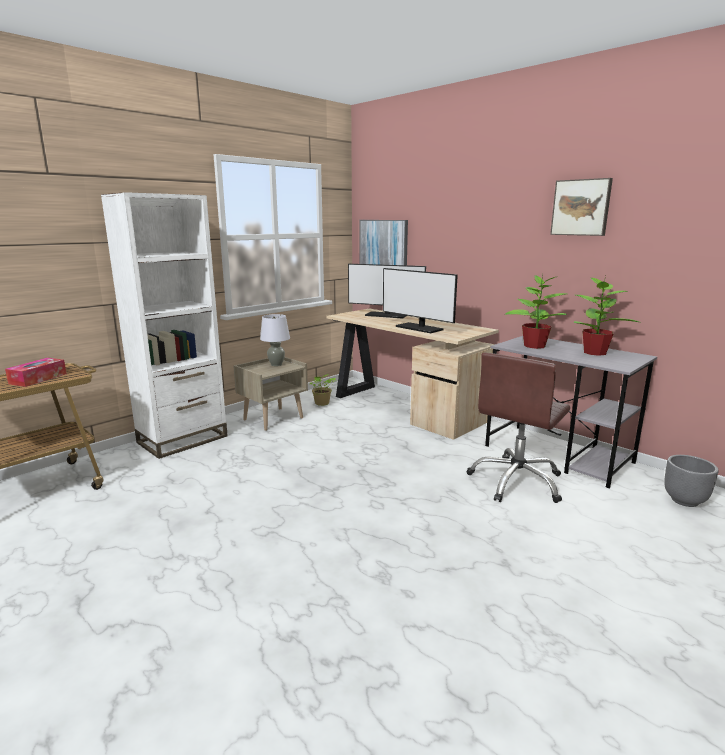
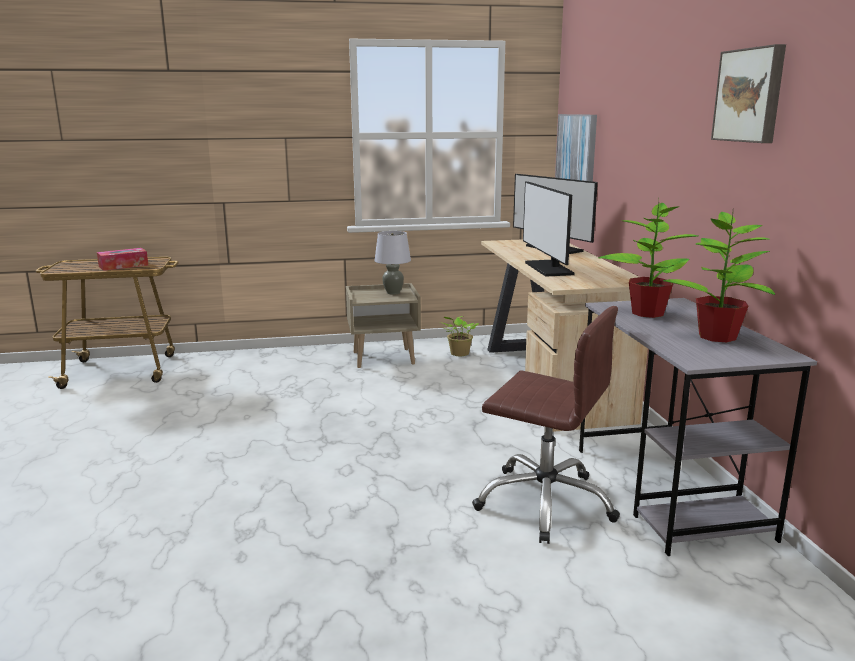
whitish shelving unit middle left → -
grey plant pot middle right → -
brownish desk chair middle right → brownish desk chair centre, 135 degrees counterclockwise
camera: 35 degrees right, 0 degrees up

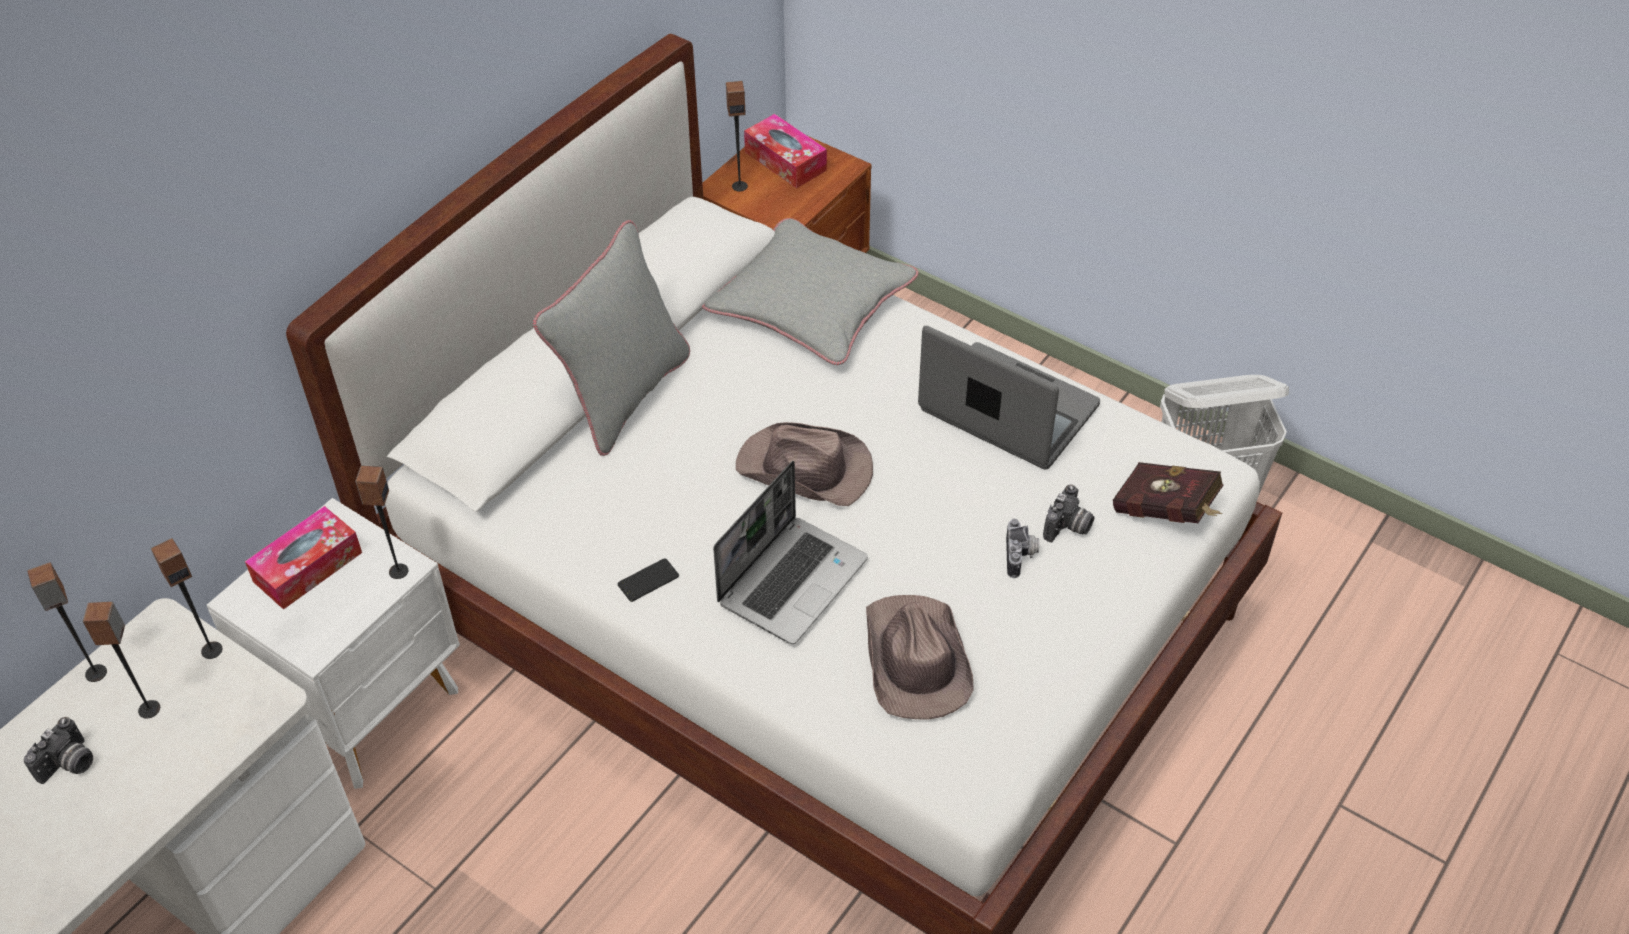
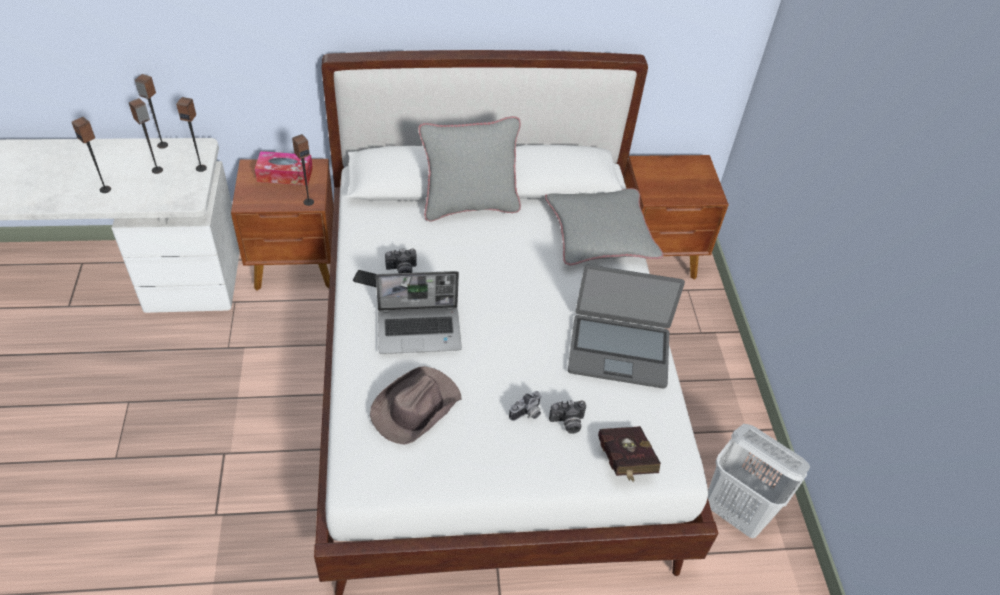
brownish clothing hat (1st from left) centre → -
tissue holder (2nd from left) top centre → -
still camera (1st from left) bottom left → still camera (1st from left) centre, moved
speaker (5th from left in the first image) top centre → speaker (1st from left) top left, moved
whitish night table bottom left → brownish night table (1st from left) middle left
laptop (2nd from left) centre, 105 degrees clockwise
camera: 45 degrees right, 0 degrees up

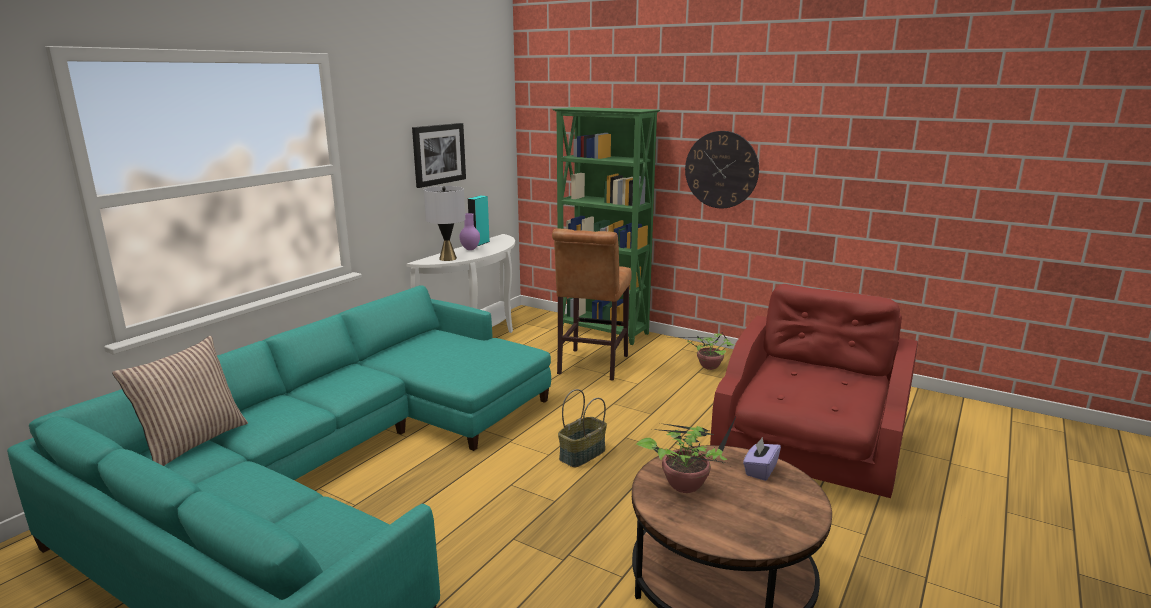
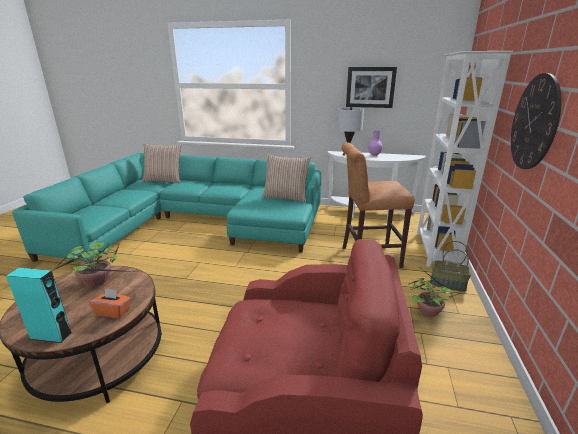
- → cushion (2nd from left) centre
blue-green speaker centre → blue-green speaker bottom left, moved
basket bottom centre → basket middle right, moved
green shelving unit centre → whitish shelving unit middle right
purplish tissue holder bottom centre → orange tissue holder bottom left
camera: 70 degrees right, 5 degrees up

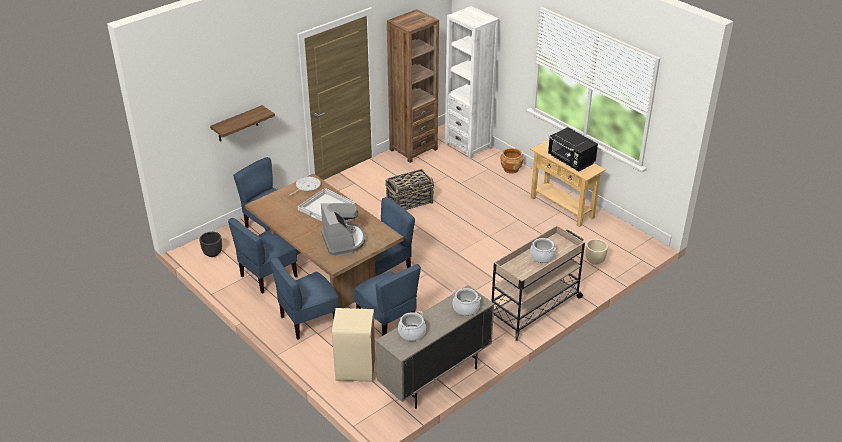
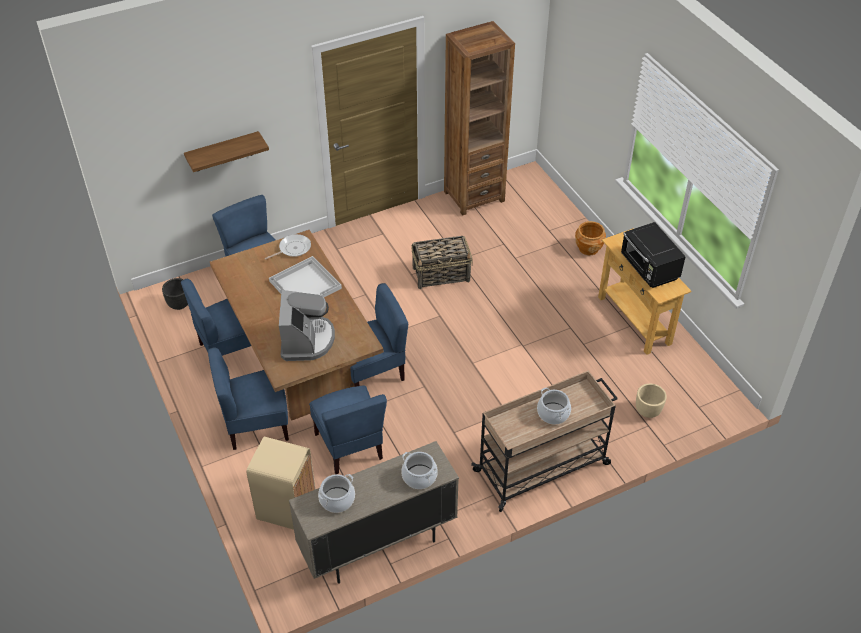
whitish shelving unit top centre → -
camera: 15 degrees right, 10 degrees up

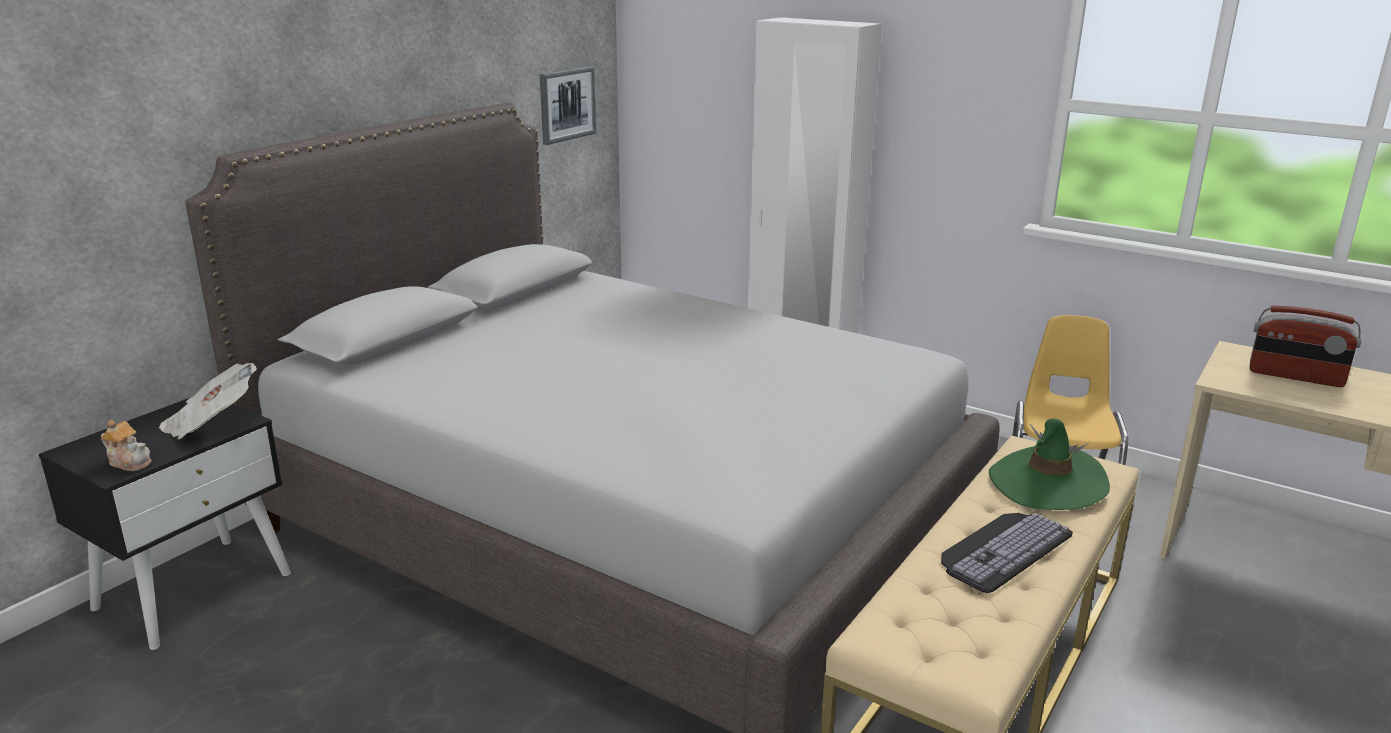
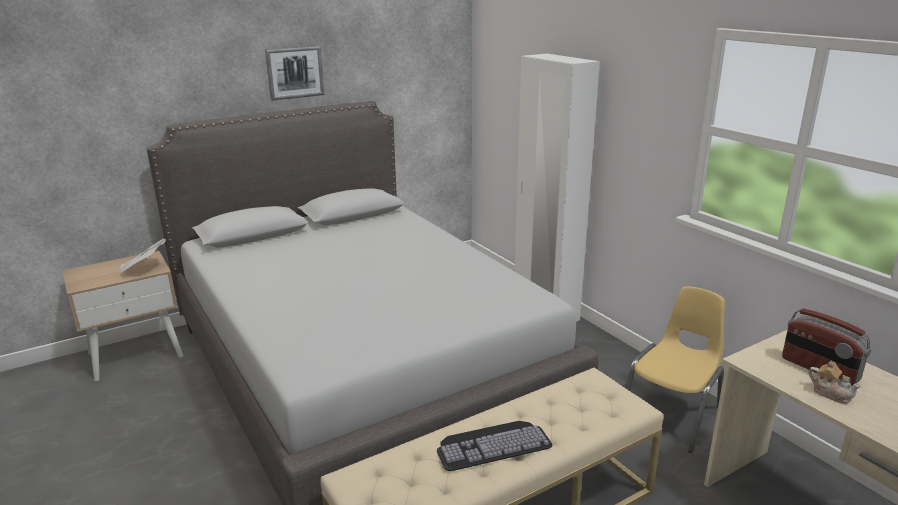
green clothing hat middle right → -
tea pot middle left → tea pot bottom right, moved
wall picture top centre → wall picture top left, moved
blackish night table bottom left → sand-coloured night table middle left
camera: 25 degrees right, 0 degrees up

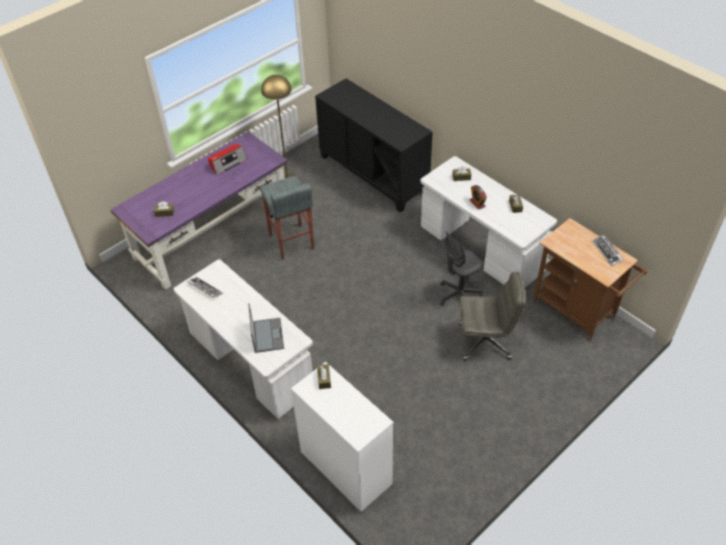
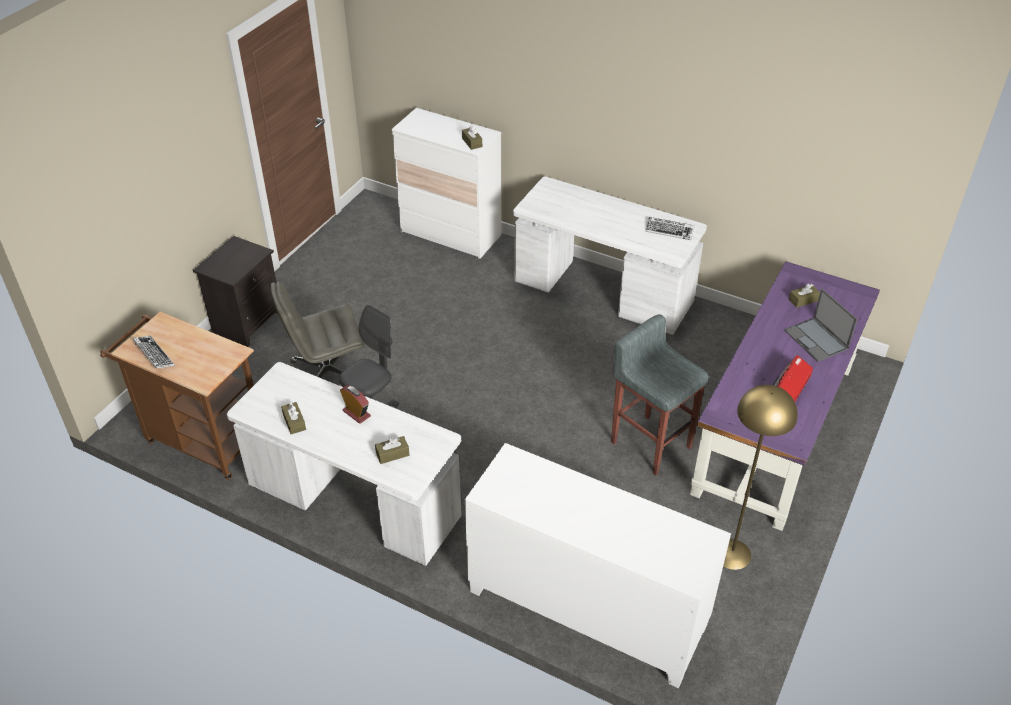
- → blackish night table middle left
laptop centre → laptop middle right, moved
blackish cabinet top centre → whitish cabinet bottom centre
camera: 160 degrees right, 5 degrees down

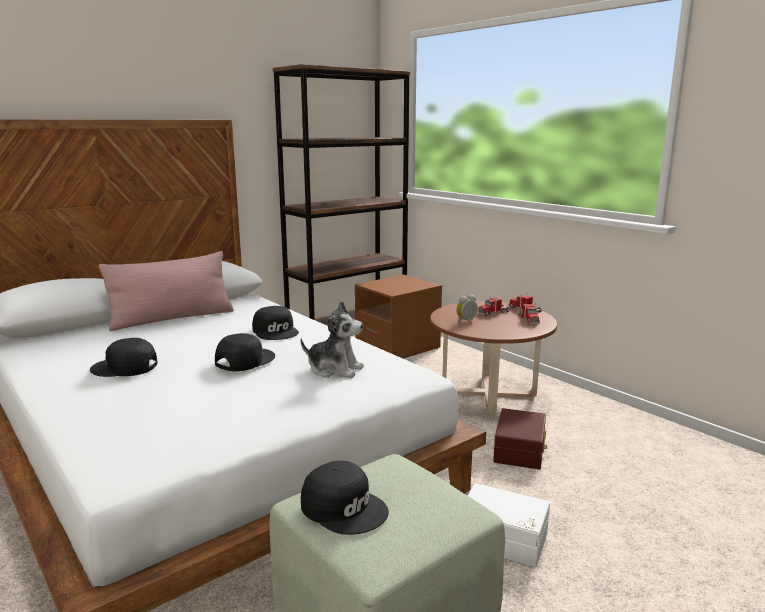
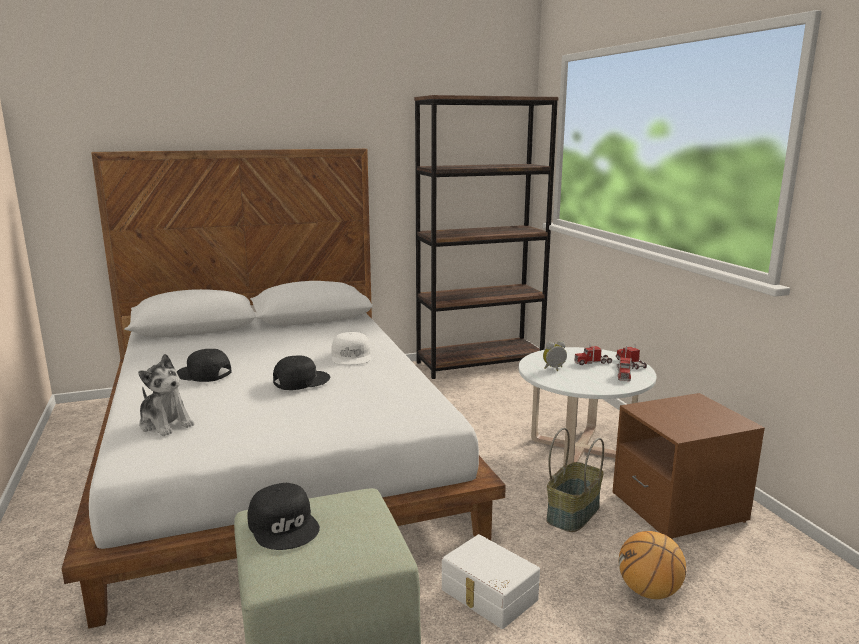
pinkish cushion middle left → -
- → ball for basketball bottom right
soft toy centre → soft toy middle left, moved
brownish night table centre → brownish night table bottom right, moved
brownish storage box bottom right → basket bottom right
blackish cap (3rd from left) centre → whitish cap centre
brownish coffee table centre → whitish coffee table middle right
camera: 20 degrees right, 0 degrees up

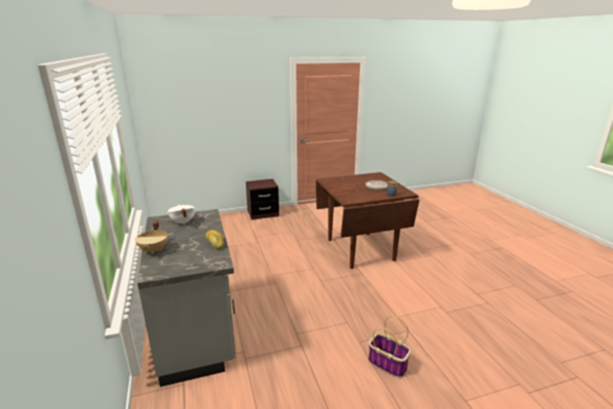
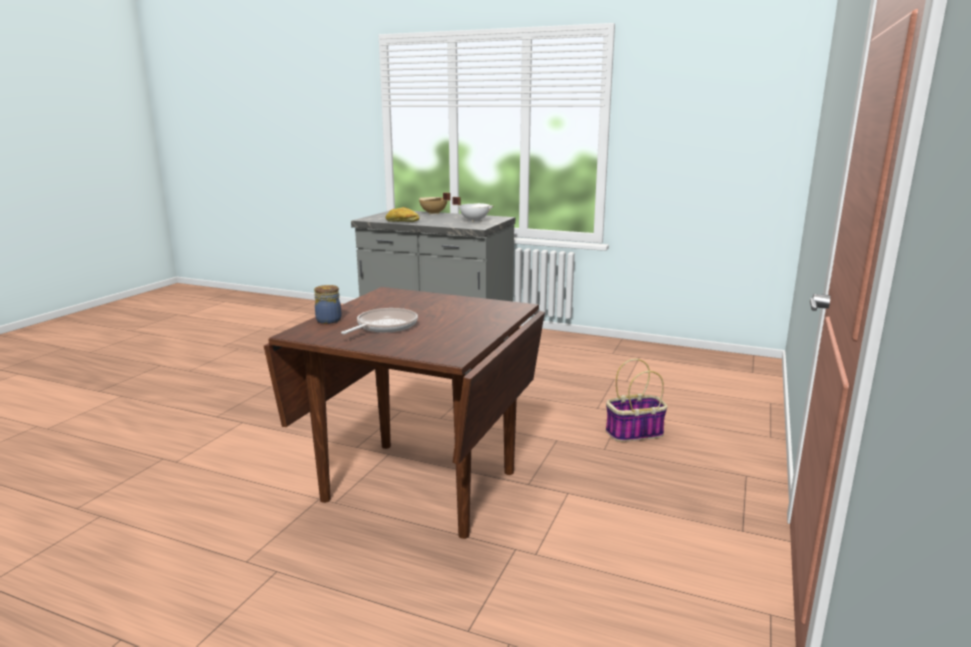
brownish night table centre → -
basket bottom centre → basket centre, moved
camera: 130 degrees right, 5 degrees down

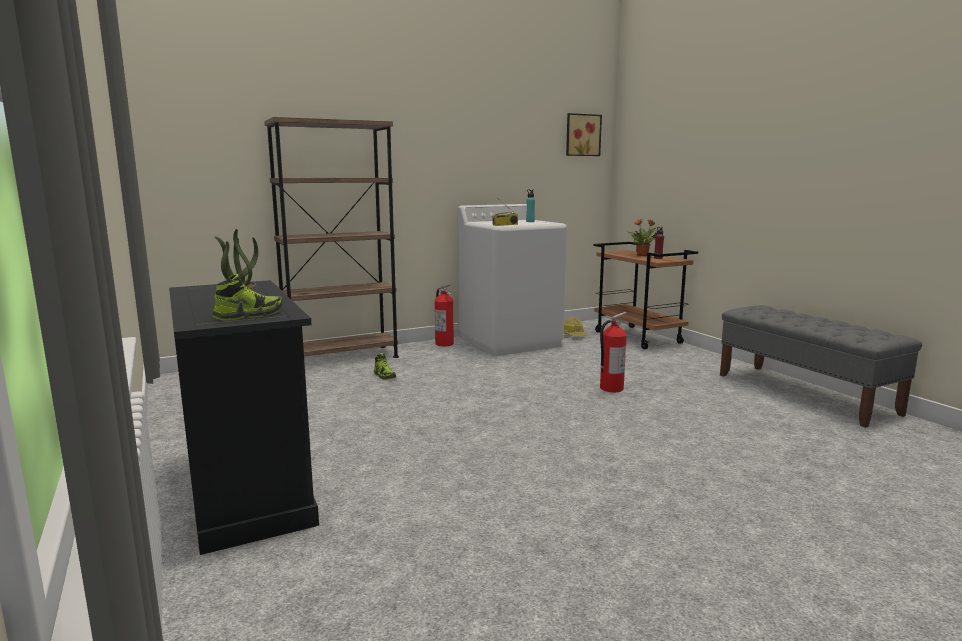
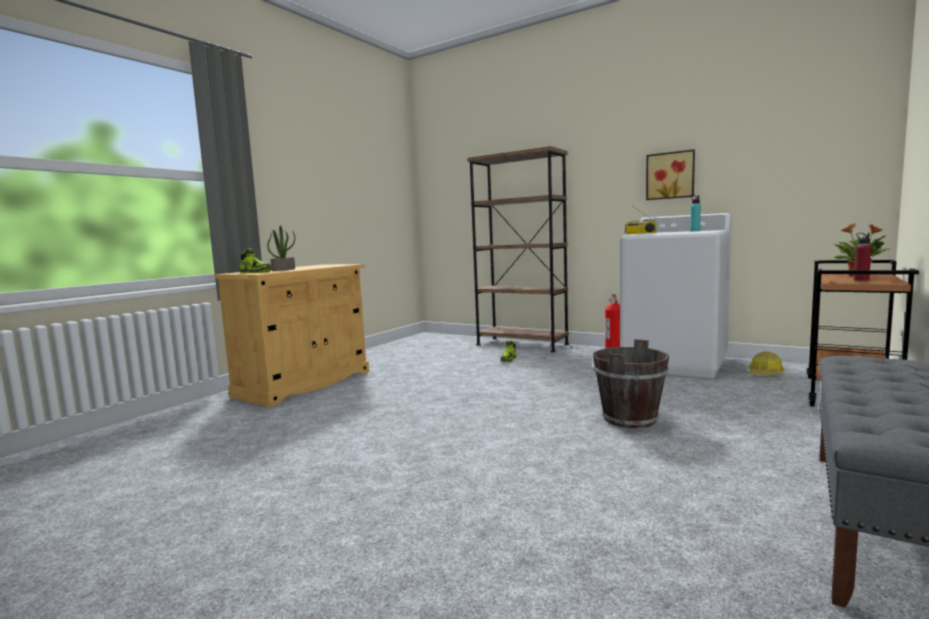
wall picture top centre → wall picture top right, moved
fire-fighting cylinder (2nd from left) centre → brownish water bucket middle right
blackish cabinet middle left → sand-coloured cabinet middle left
camera: 60 degrees right, 5 degrees down

